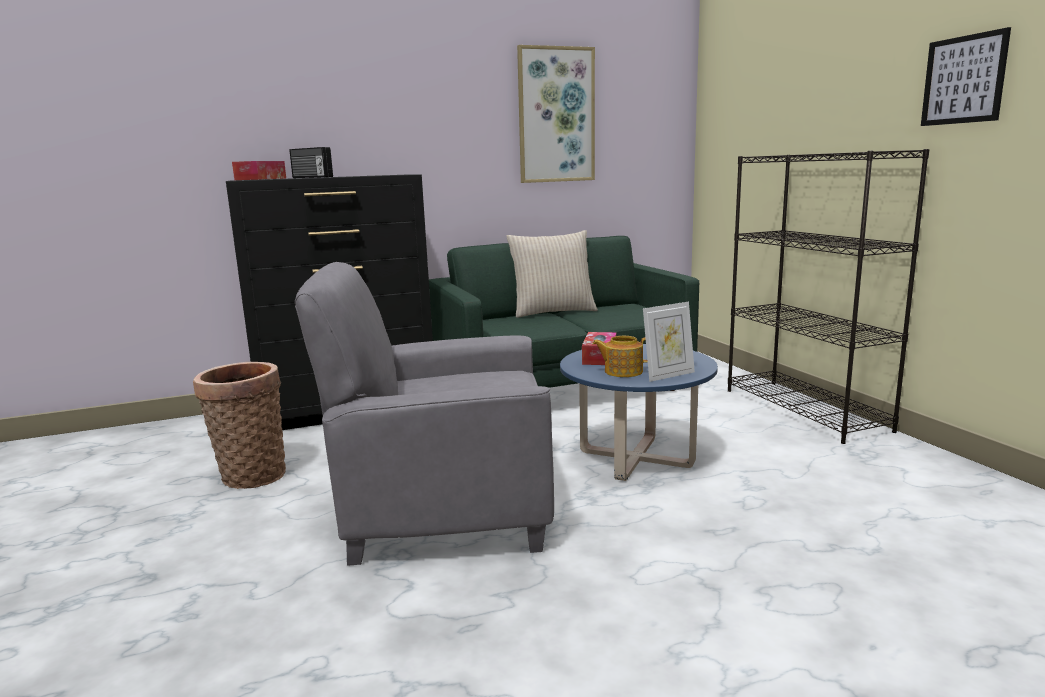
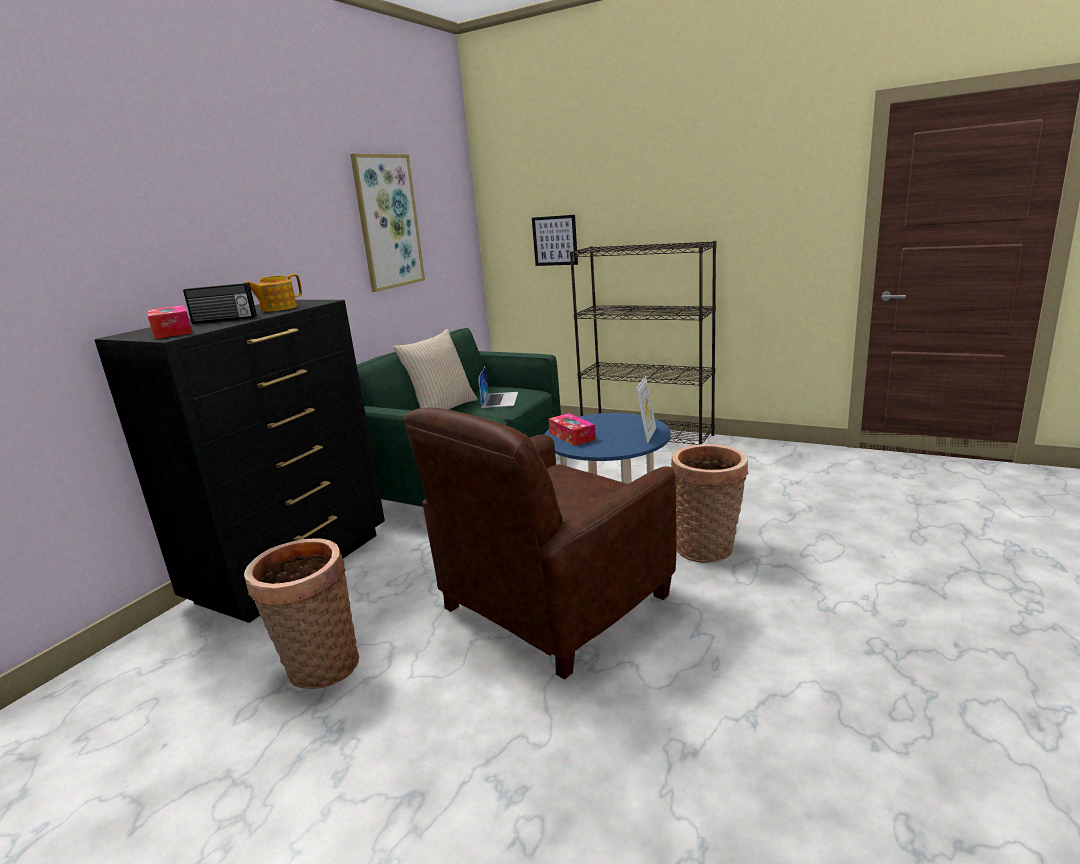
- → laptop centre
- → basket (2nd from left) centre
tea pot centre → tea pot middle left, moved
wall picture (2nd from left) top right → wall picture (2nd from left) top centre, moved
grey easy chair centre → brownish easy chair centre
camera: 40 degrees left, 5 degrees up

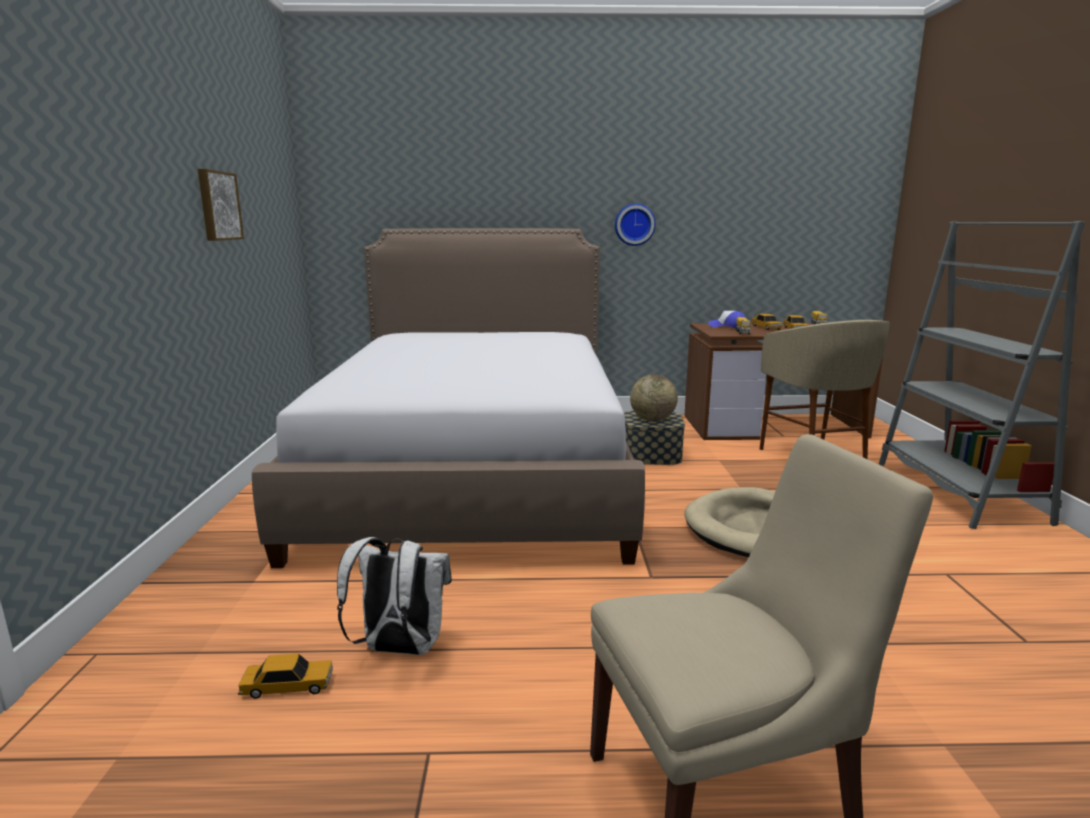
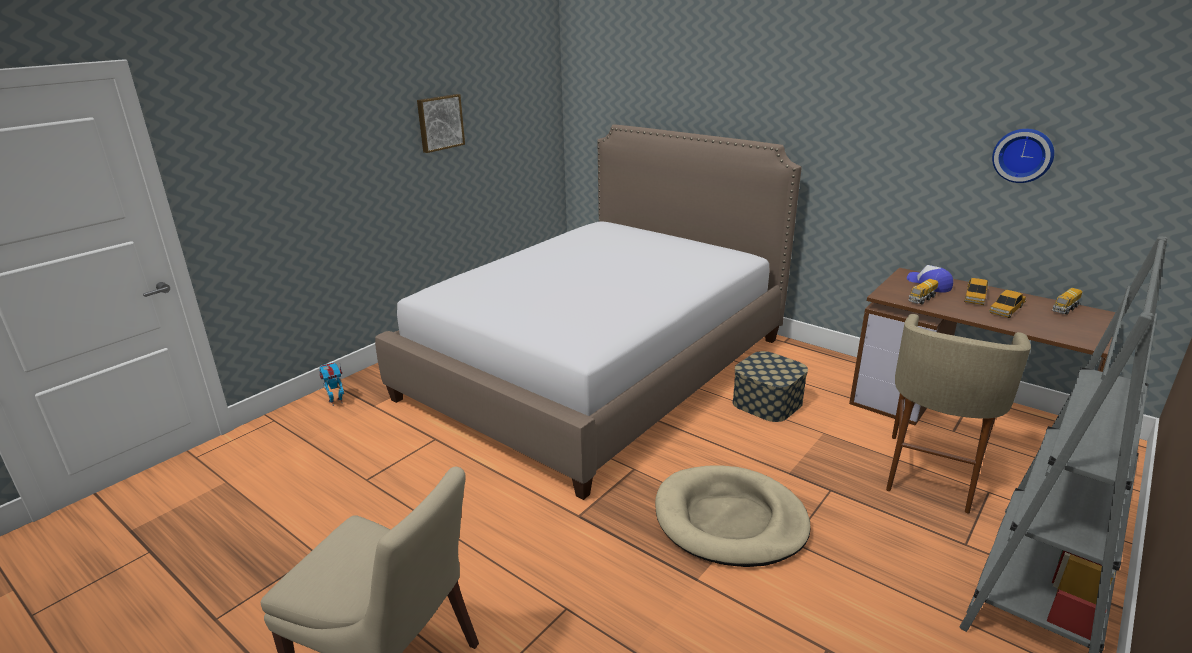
toy car (1st from left) bottom left → -
whitish backpack bottom centre → -
desk globe centre → -
- → robot figure middle left
wall clock top centre → wall clock top right, moved
camera: 40 degrees right, 10 degrees up

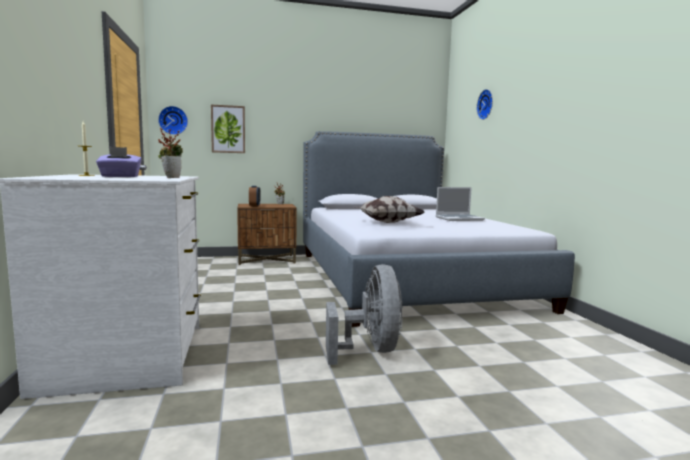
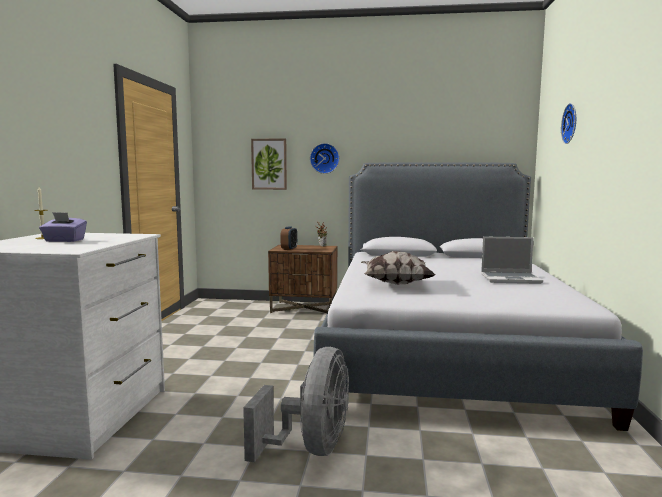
plant in a pot (1st from left) top left → -
wall clock (1st from left) top left → wall clock (1st from left) top centre, moved
camera: 20 degrees right, 0 degrees up

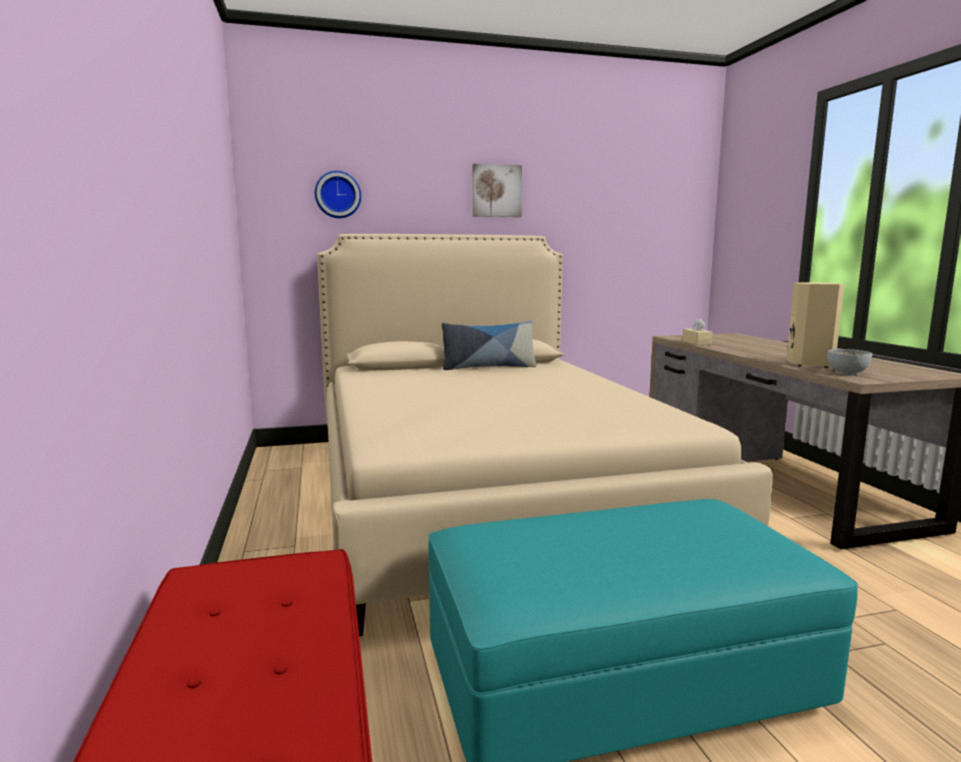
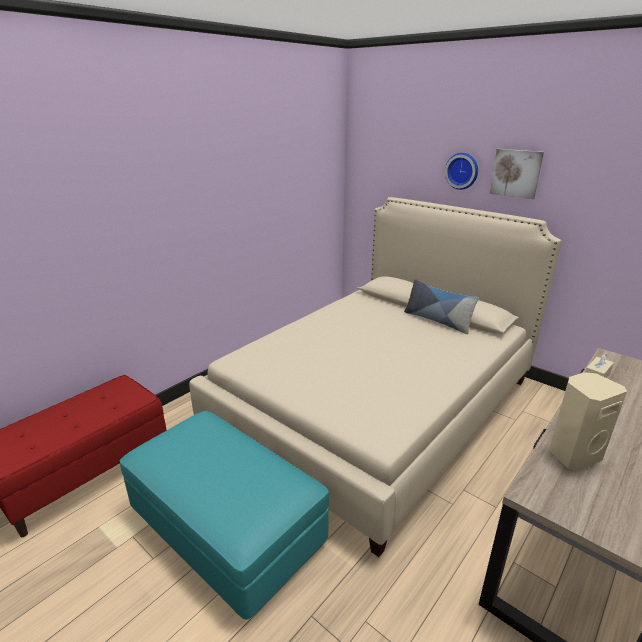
deep dish middle right → -
wall clock top centre → wall clock top right, moved
camera: 55 degrees right, 15 degrees up

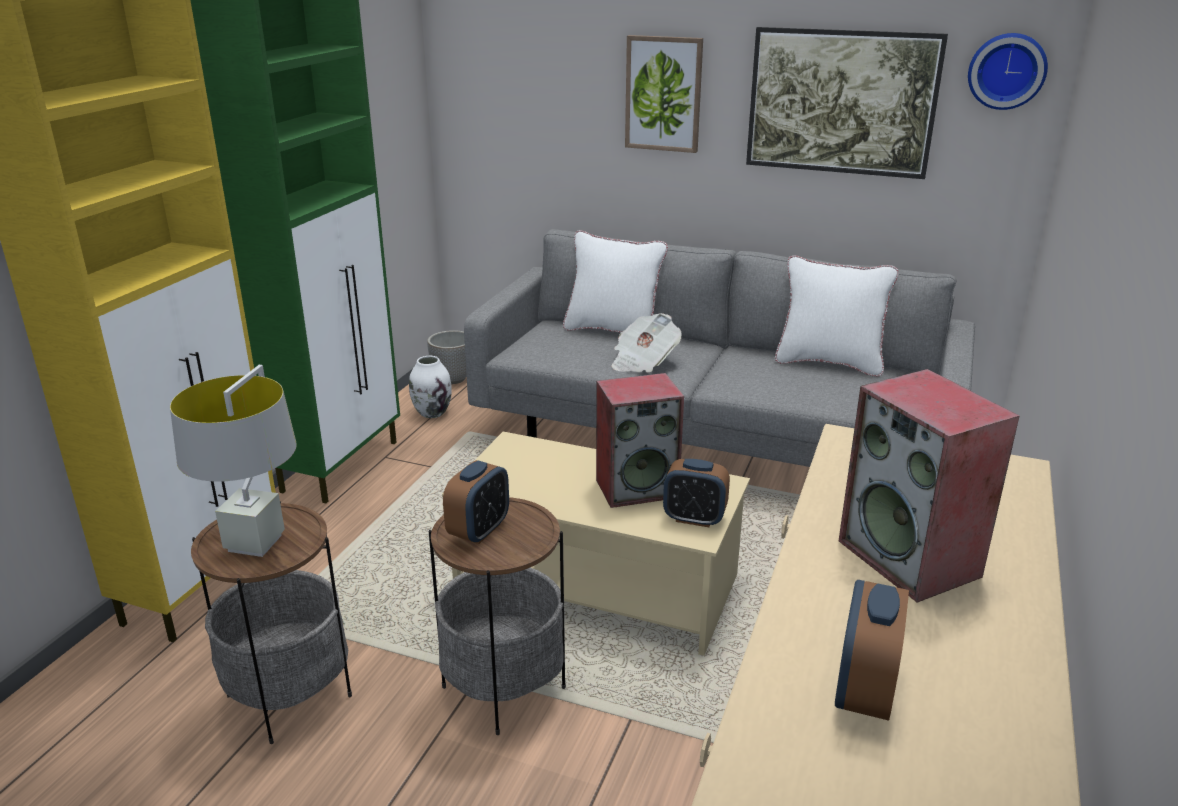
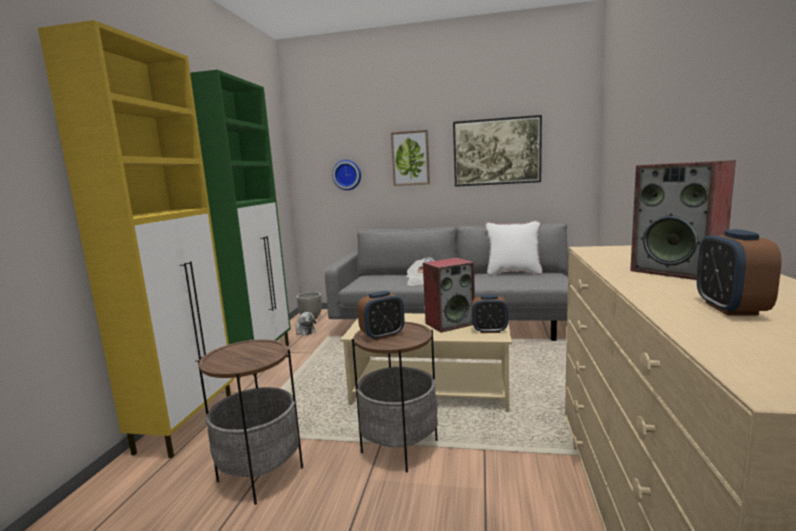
grey lamp for a table middle left → -
whitish cushion (1st from left) centre → -
wall clock top right → wall clock top centre, moved
whitish decorative vase centre → soft toy centre
table clock (1st from left) centre, 45 degrees clockwise
camera: 10 degrees left, 15 degrees down

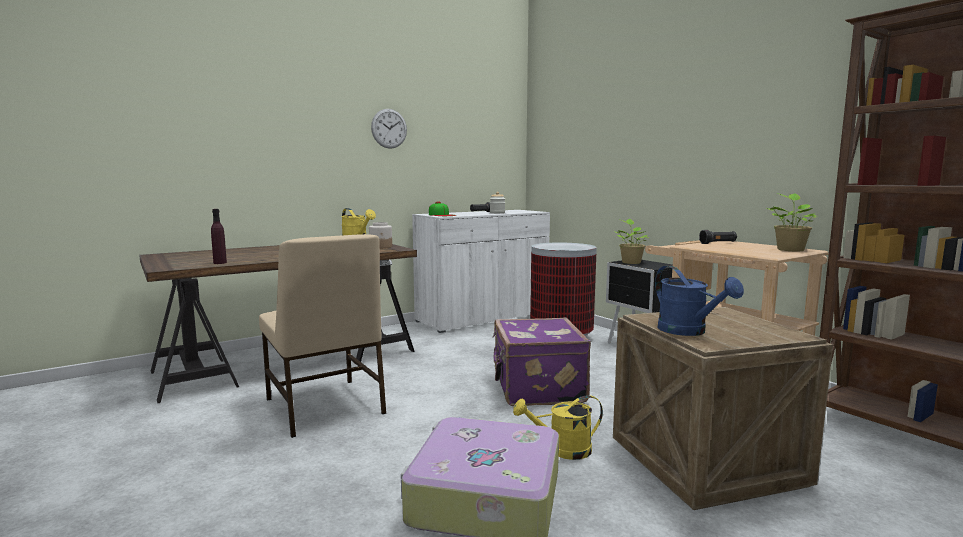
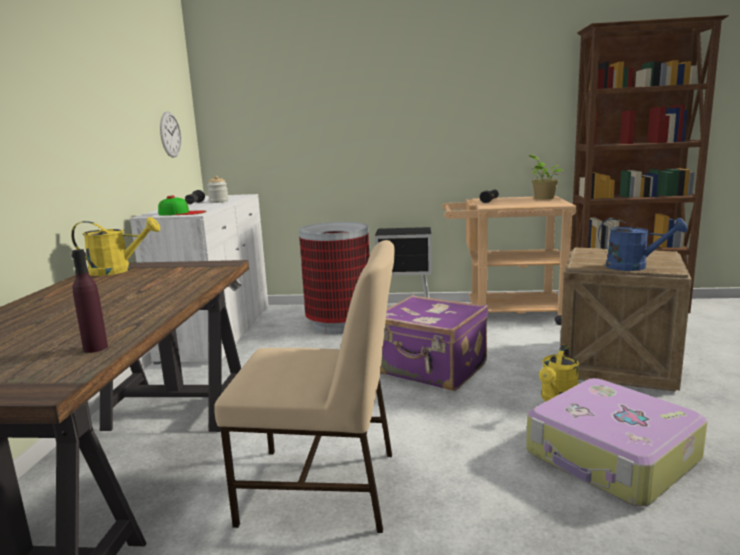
jar (1st from left) centre → -
plant in a pot (1st from left) centre → -
wall clock top centre → wall clock top left, moved
camera: 50 degrees left, 5 degrees up

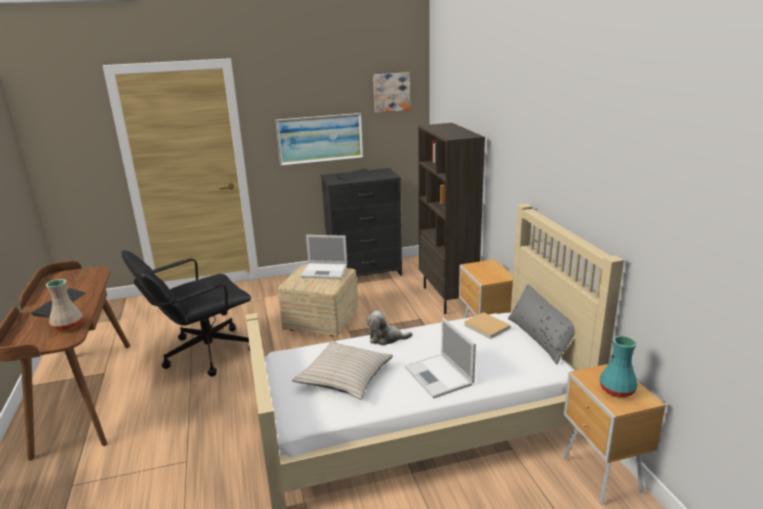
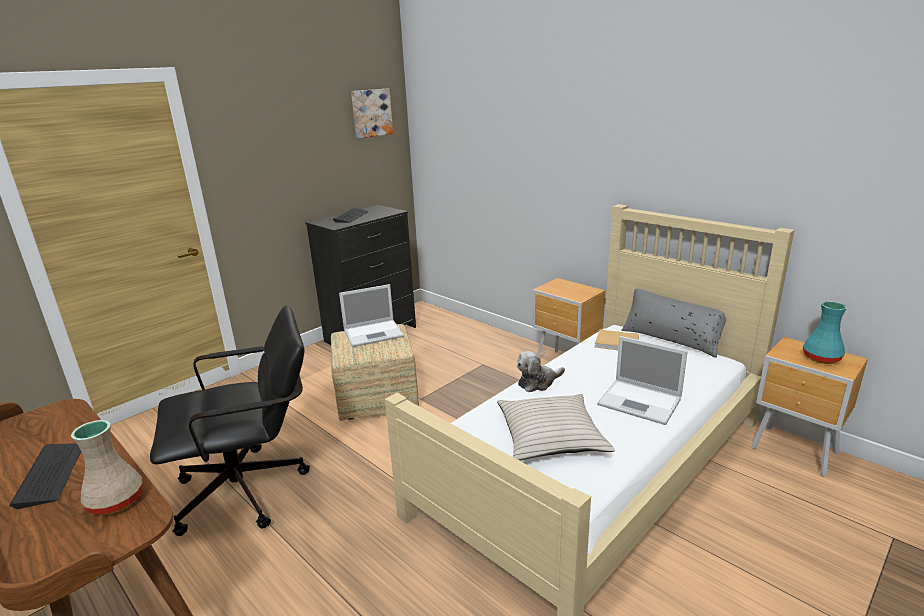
wall picture (1st from left) top centre → -
brownish shelving unit centre → -
blackish desk chair middle left → blackish desk chair bottom left, 135 degrees counterclockwise
camera: 30 degrees left, 0 degrees up

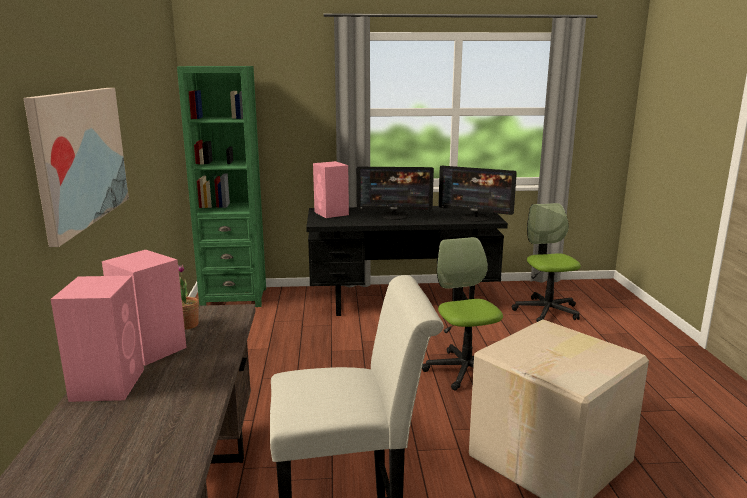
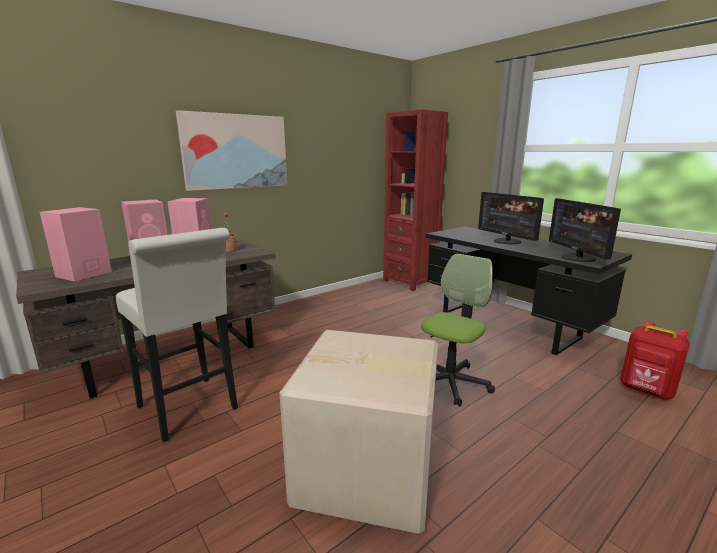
pinkish speaker (3rd from left in the first image) centre → pinkish speaker (1st from left) middle left, moved
desk chair (2nd from left) middle right → reddish backpack middle right
green shelving unit middle left → reddish shelving unit centre
camera: 55 degrees right, 0 degrees up

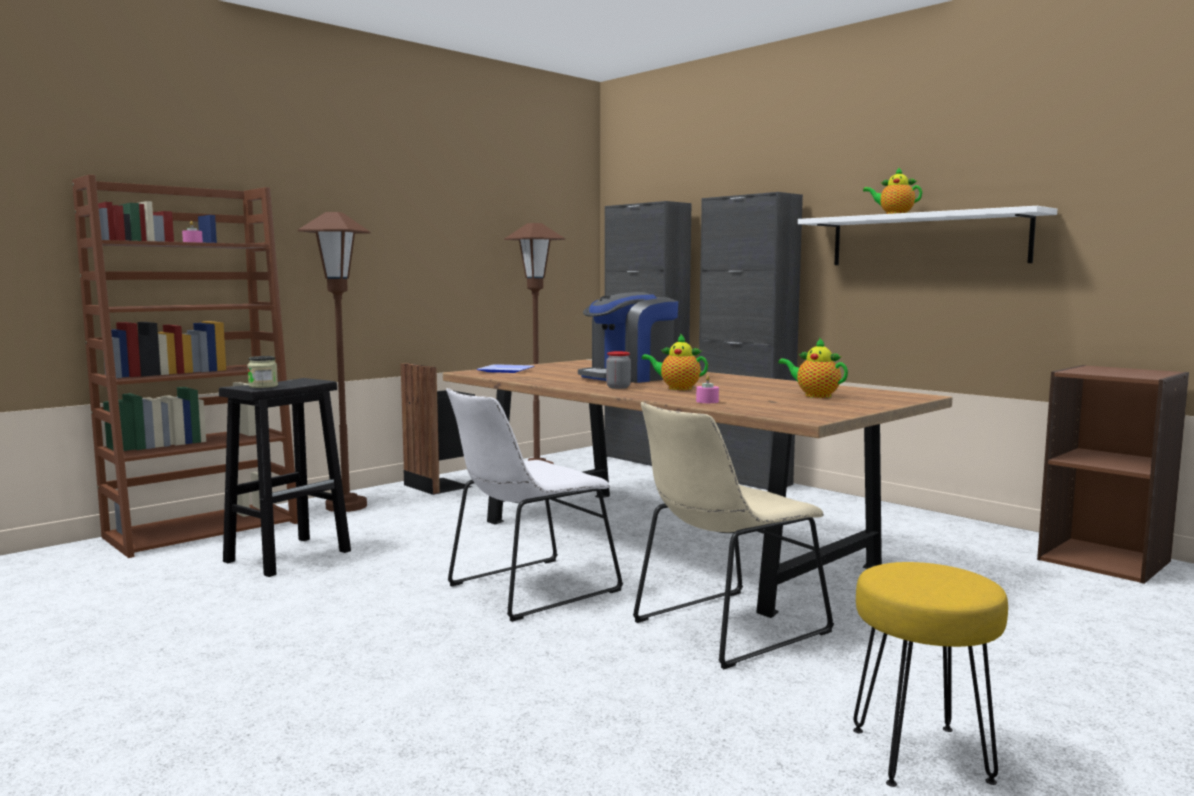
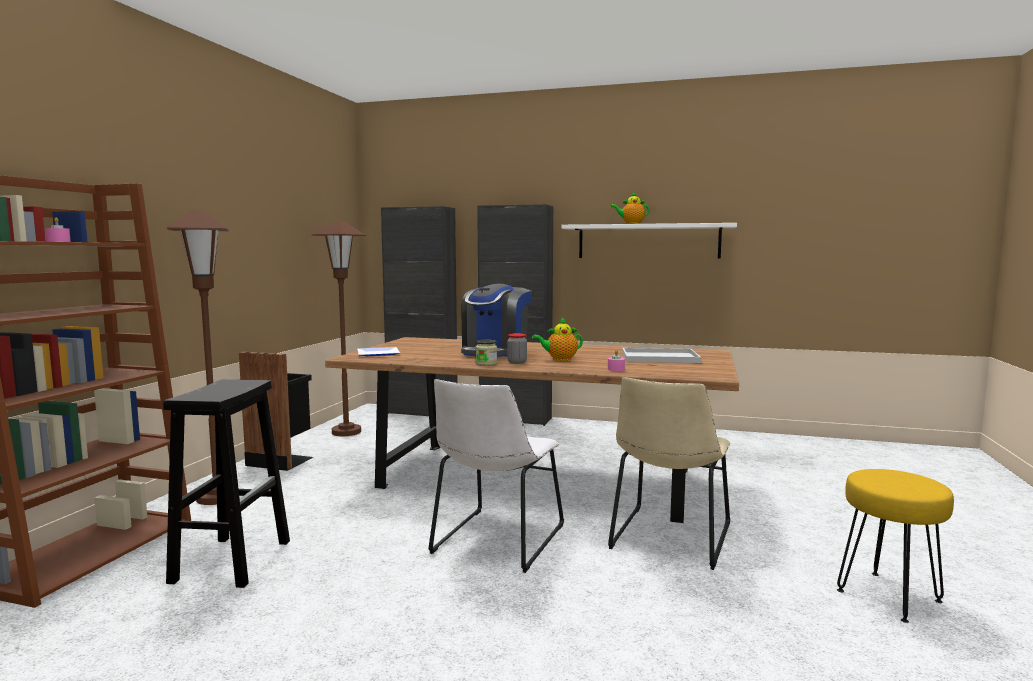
brownish shelving unit (2nd from left) middle right → -
jar (1st from left) middle left → jar (1st from left) centre, moved
tea pot (2nd from left) middle right → whitish carrying tray centre
camera: 30 degrees left, 0 degrees up

